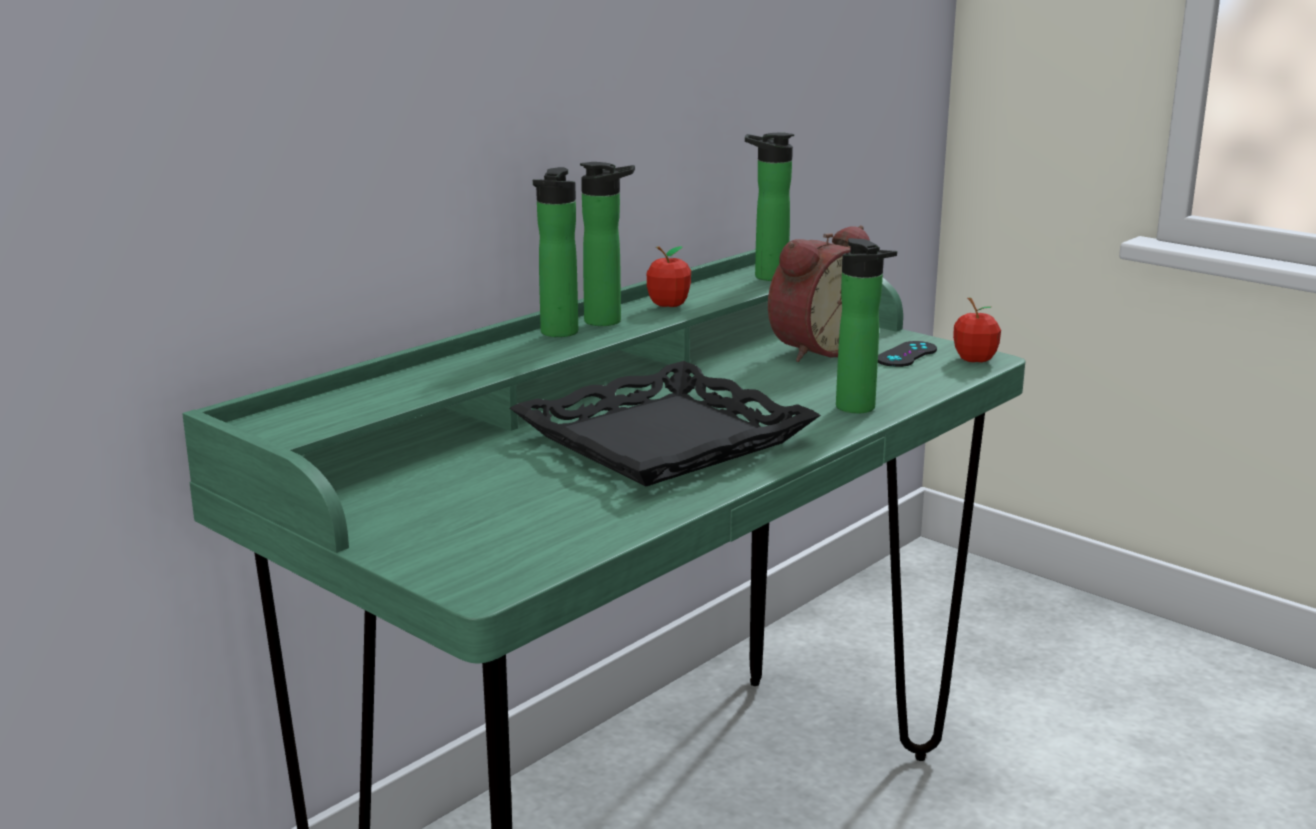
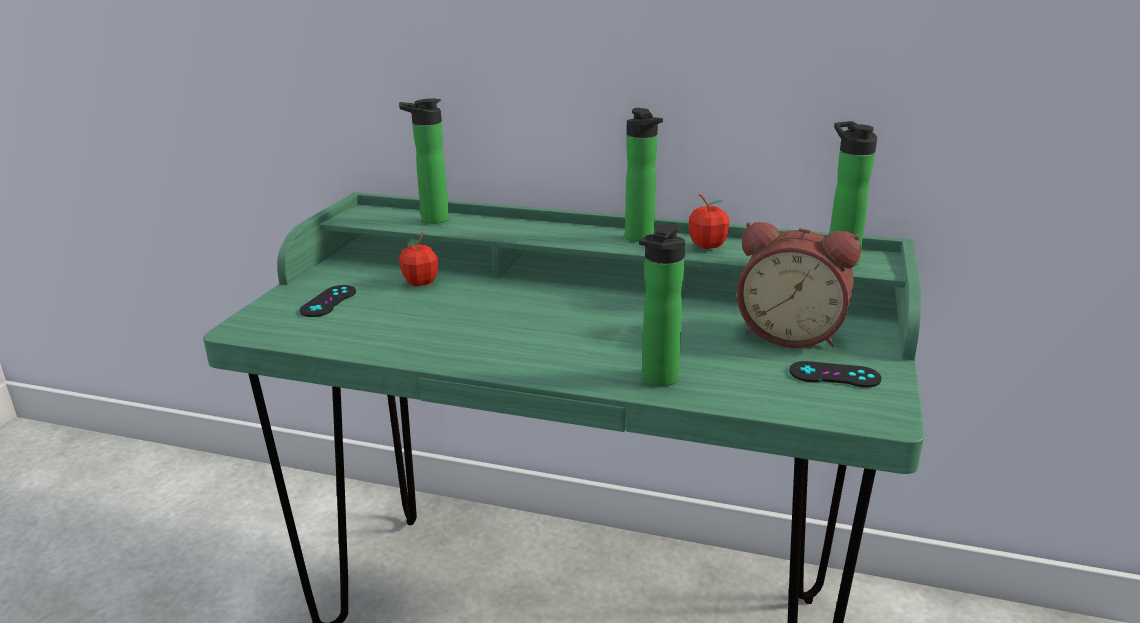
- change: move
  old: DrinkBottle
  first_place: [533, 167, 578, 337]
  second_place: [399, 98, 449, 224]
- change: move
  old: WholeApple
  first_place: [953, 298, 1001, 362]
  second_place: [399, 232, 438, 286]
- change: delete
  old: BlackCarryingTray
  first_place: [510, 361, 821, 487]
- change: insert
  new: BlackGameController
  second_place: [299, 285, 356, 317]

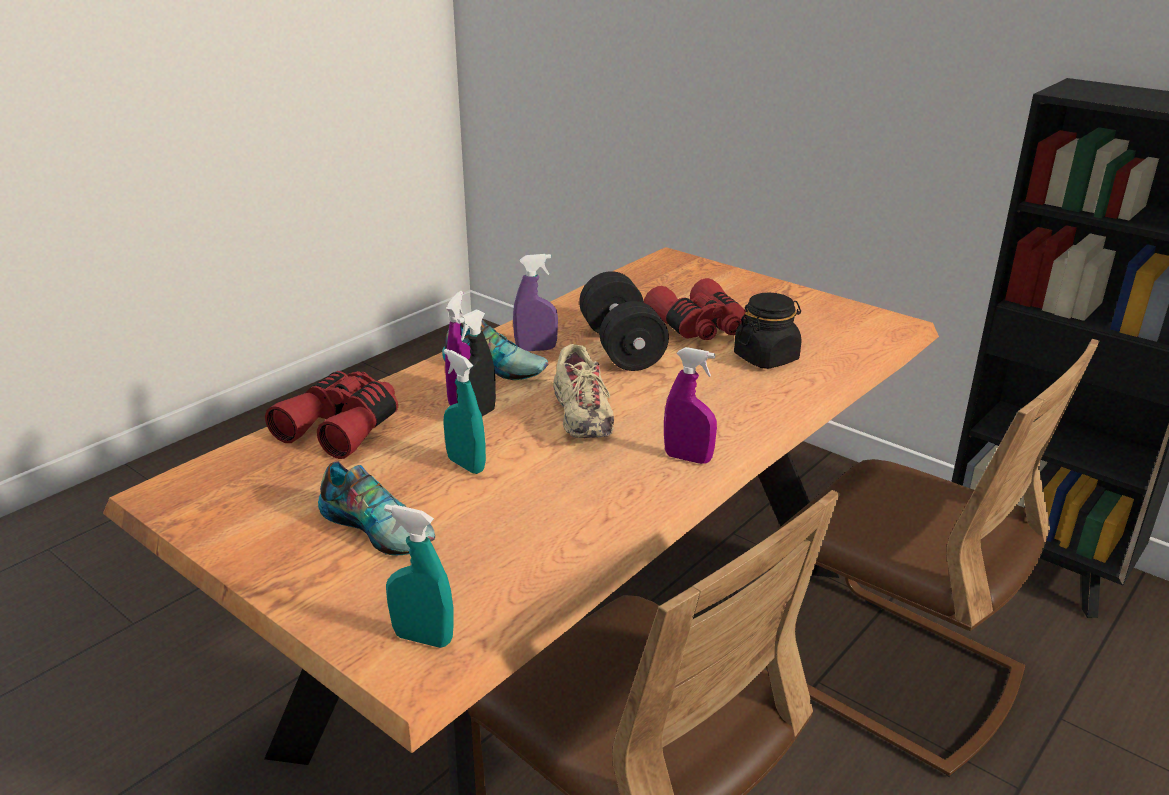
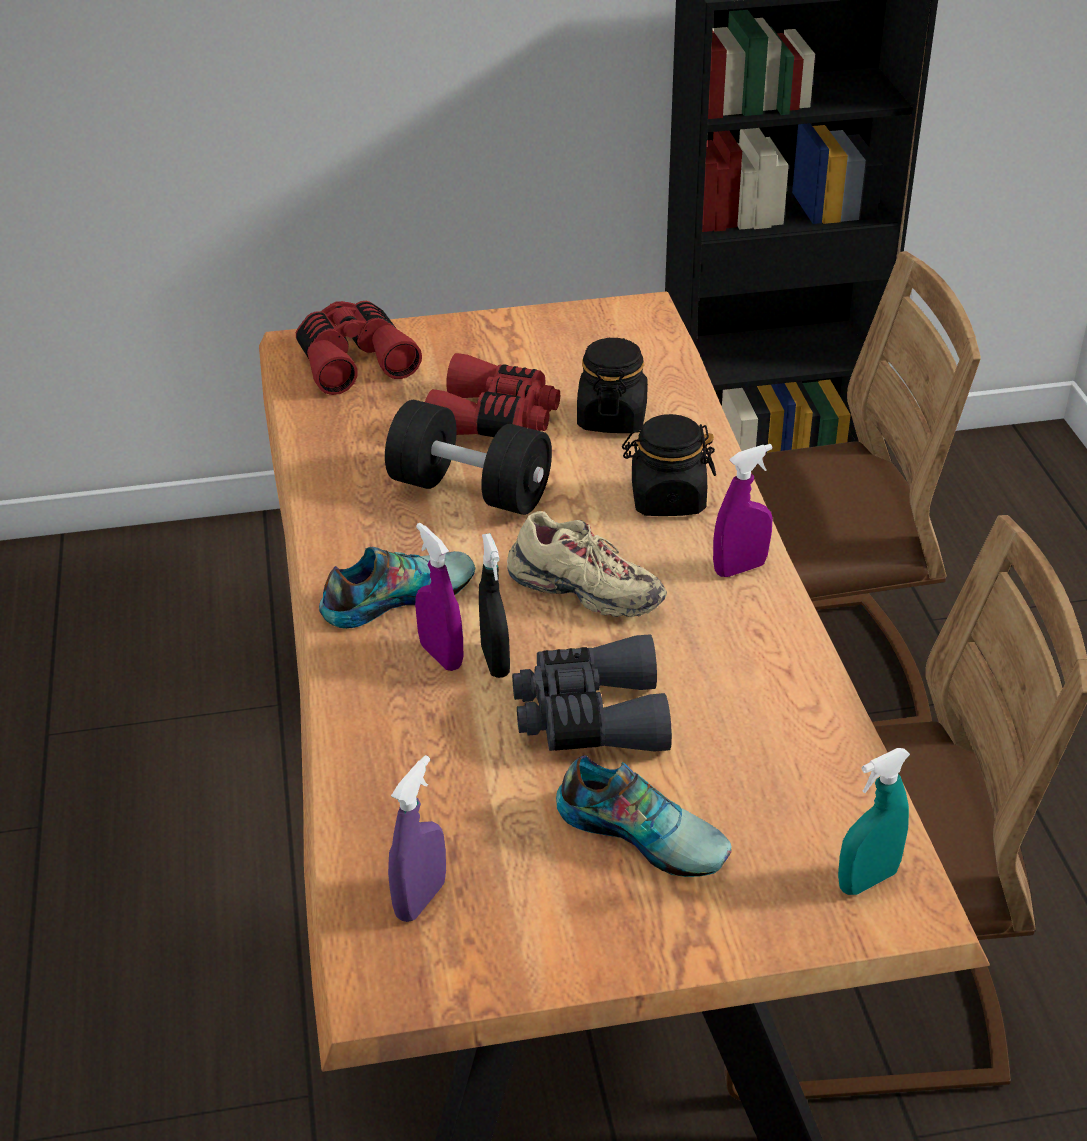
- change: move
  old: PurplishHandSprayer
  first_place: [513, 254, 558, 351]
  second_place: [388, 755, 446, 922]
- change: replace
  old: BlueGreenHandSprayer
  new: GreyishPairOfBinoculars
  first_place: [443, 349, 486, 474]
  second_place: [512, 634, 672, 752]
- change: move
  old: RedPairOfBinoculars
  first_place: [265, 371, 398, 459]
  second_place: [296, 301, 422, 395]
- change: rotate
  old: Shoe
  first_place: [318, 461, 435, 556]
  second_place: [556, 755, 732, 877]
  degrees: 45
- change: insert
  new: BlackPreserveJar
  second_place: [622, 414, 716, 516]

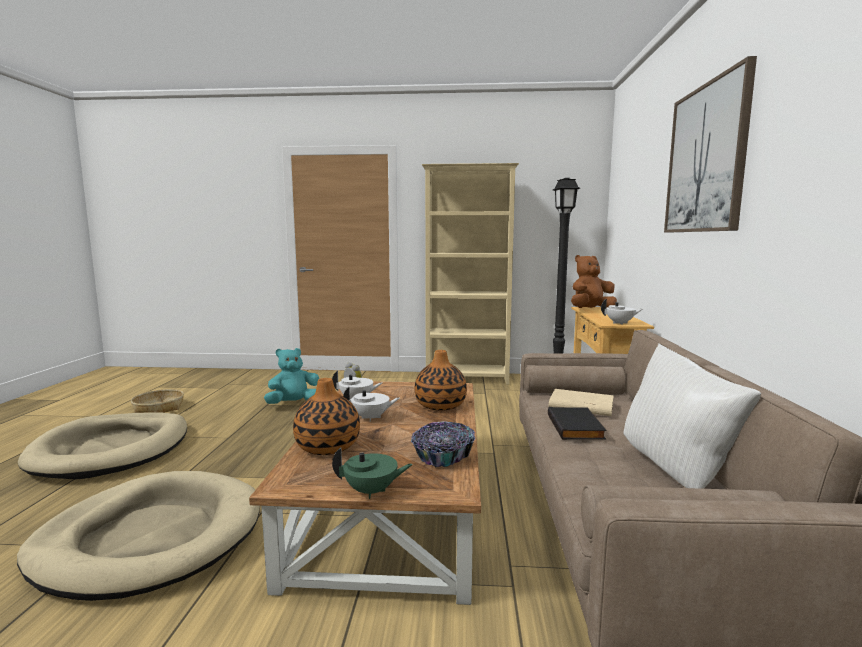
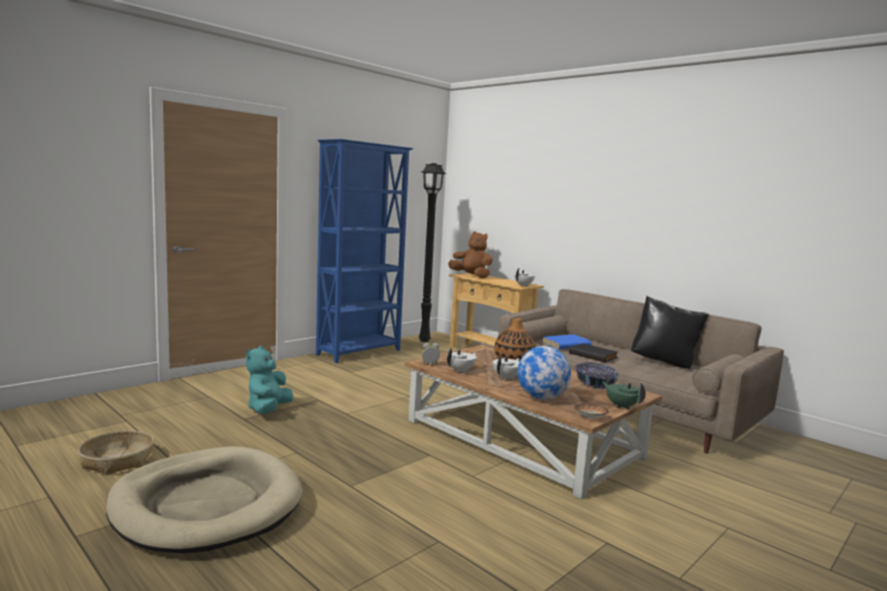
- change: delete
  old: WallPicture
  first_place: [664, 56, 757, 233]
- change: recolor
  old: SandColouredBookshelf
  new: BlueColouredBookshelf
  first_place: [422, 163, 519, 384]
  second_place: [316, 139, 413, 363]
- change: rotate
  old: BrownCuddlyToy
  first_place: [571, 255, 617, 308]
  second_place: [448, 231, 493, 278]
  degrees: 105
- change: recolor
  old: WhitishPillow
  new: BlackPillow
  first_place: [623, 343, 761, 489]
  second_place: [631, 296, 709, 369]
- change: replace
  old: Vase
  new: Globe
  first_place: [293, 378, 360, 455]
  second_place: [517, 346, 571, 400]
- change: recolor
  old: SandColouredBoundBook
  new: BlueColouredBoundBook
  first_place: [549, 389, 614, 416]
  second_place: [543, 334, 592, 349]
- change: rotate
  old: GreenishPotForTea
  first_place: [332, 447, 413, 499]
  second_place: [603, 382, 646, 409]
  degrees: -75
- change: delete
  old: SandColouredDogBed
  first_place: [17, 471, 260, 601]
- change: insert
  new: DeepDish
  second_place: [575, 404, 609, 419]

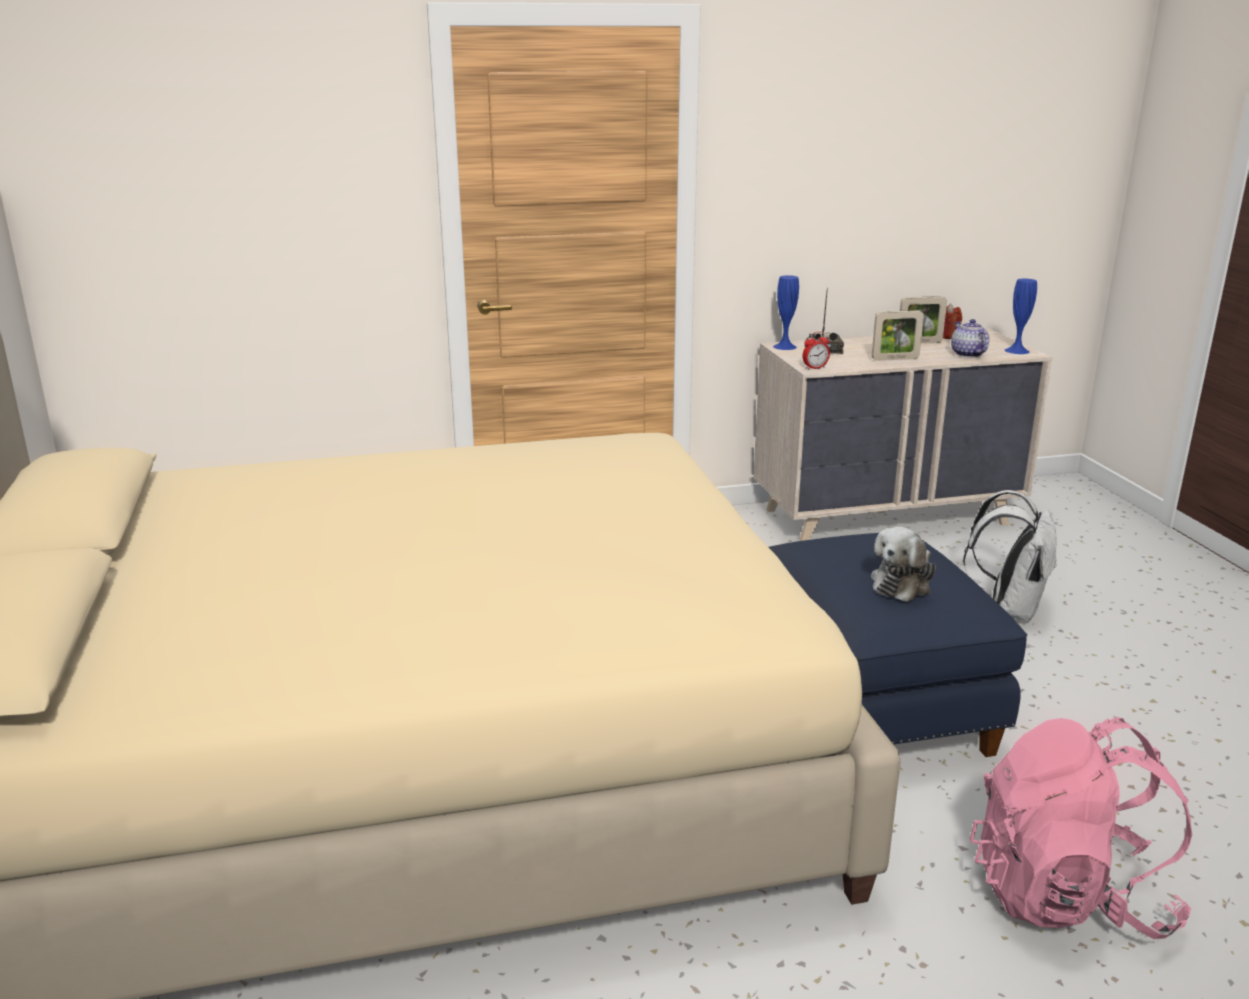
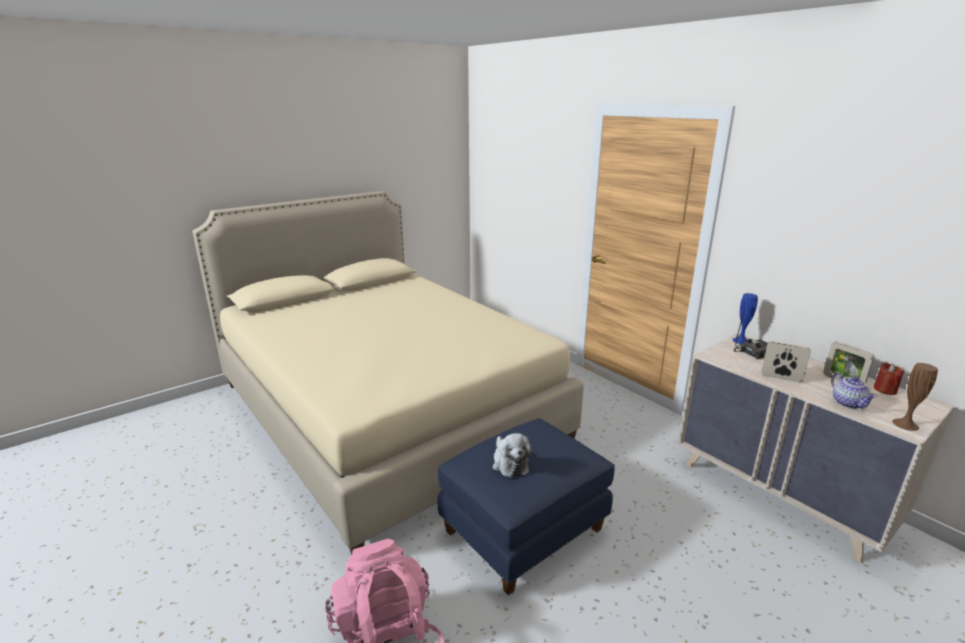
- change: recolor
  old: BlueColouredVase
  new: BrownVase
  first_place: [1005, 279, 1037, 354]
  second_place: [892, 363, 938, 431]
- change: rotate
  old: PictureFrame
  first_place: [872, 310, 924, 361]
  second_place: [761, 341, 811, 382]
  degrees: 150
- change: rotate
  old: PotForTea
  first_place: [951, 319, 989, 358]
  second_place: [831, 372, 877, 409]
  degrees: 120
- change: delete
  old: TableClock
  first_place: [802, 332, 830, 370]
- change: delete
  old: WhitishKnapsack
  first_place: [963, 490, 1057, 622]
- change: rotate
  old: CuddlyToy
  first_place: [871, 527, 936, 602]
  second_place: [493, 433, 533, 478]
  degrees: -120

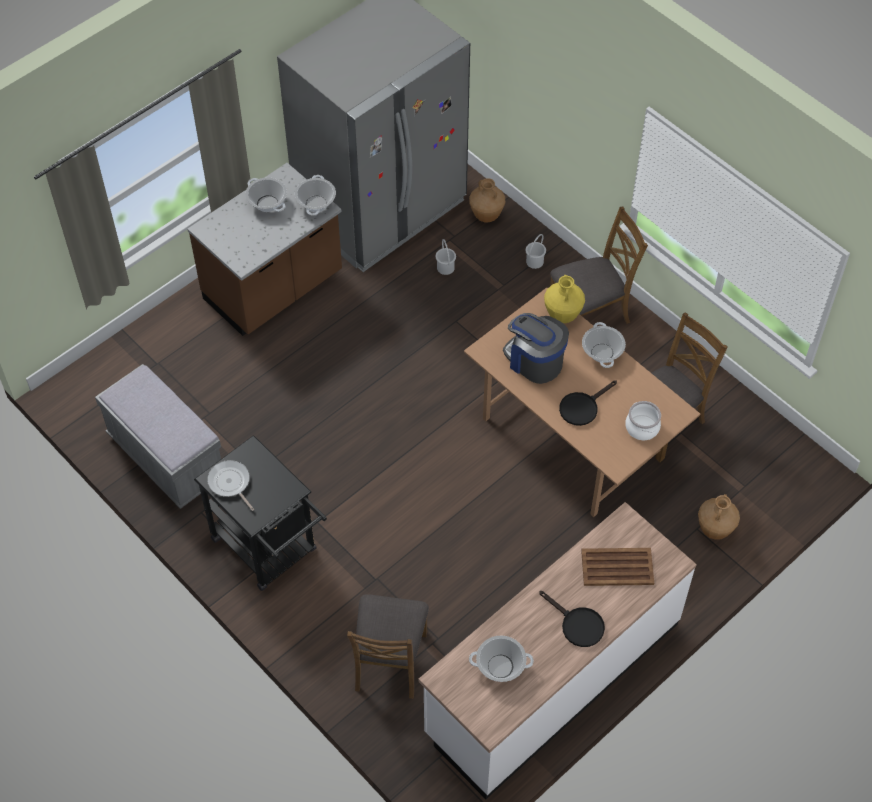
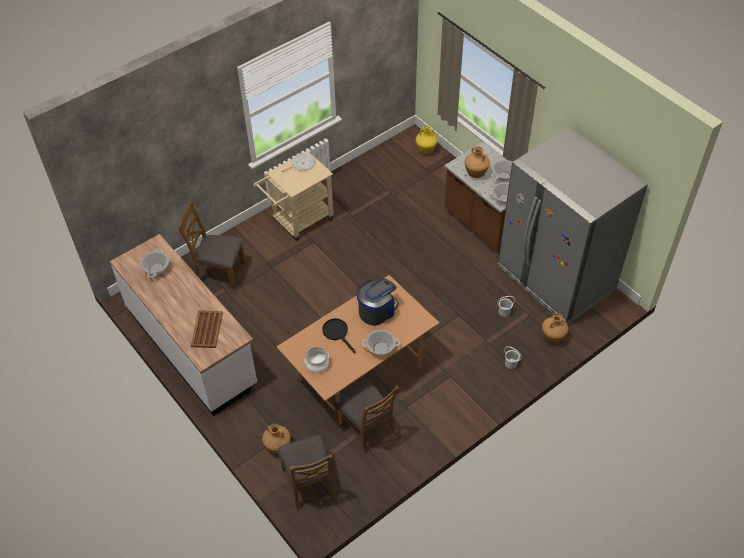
- change: move
  old: BrownUprightChair
  first_place: [550, 207, 648, 324]
  second_place: [278, 435, 335, 510]
- change: move
  old: YellowVase
  first_place: [544, 275, 585, 323]
  second_place: [416, 126, 438, 154]
- change: delete
  old: GreyishBench
  first_place: [95, 364, 221, 509]
- change: recolor
  old: BlackCart
  new: SandColouredCart
  first_place: [194, 435, 327, 591]
  second_place: [254, 151, 334, 241]
- change: delete
  old: BlackPan
  first_place: [540, 591, 605, 647]
- change: insert
  new: BrownVase
  second_place: [465, 146, 490, 178]

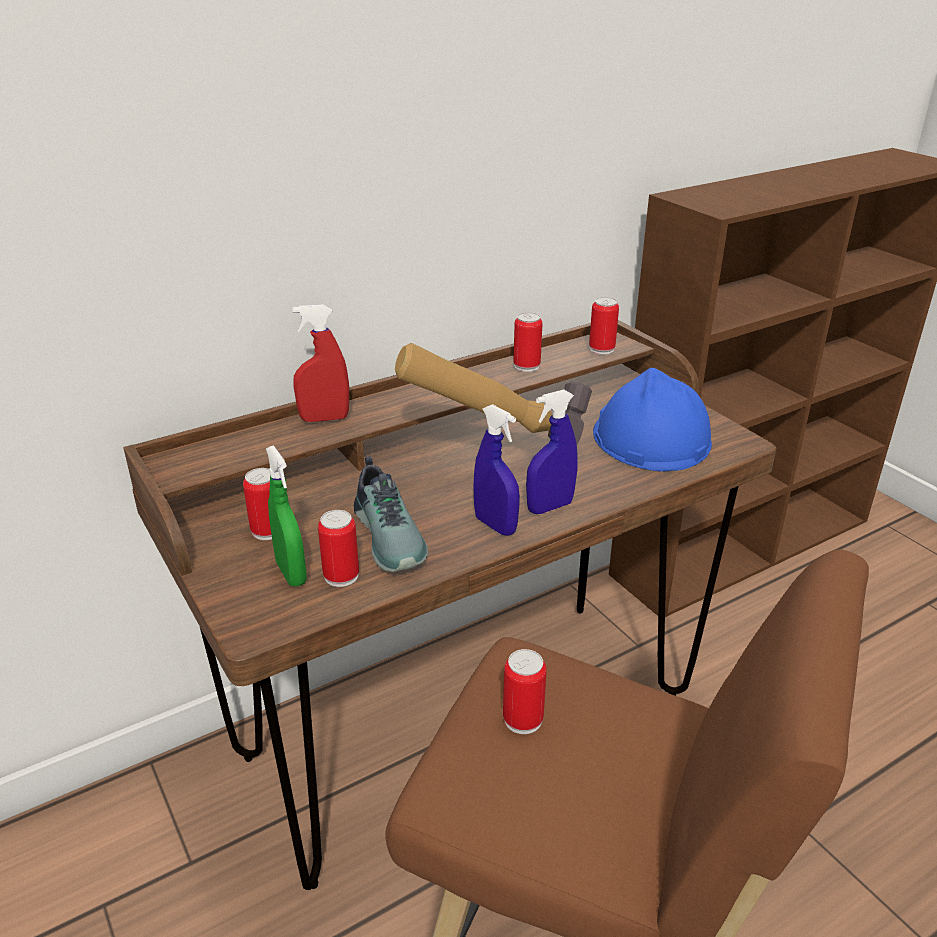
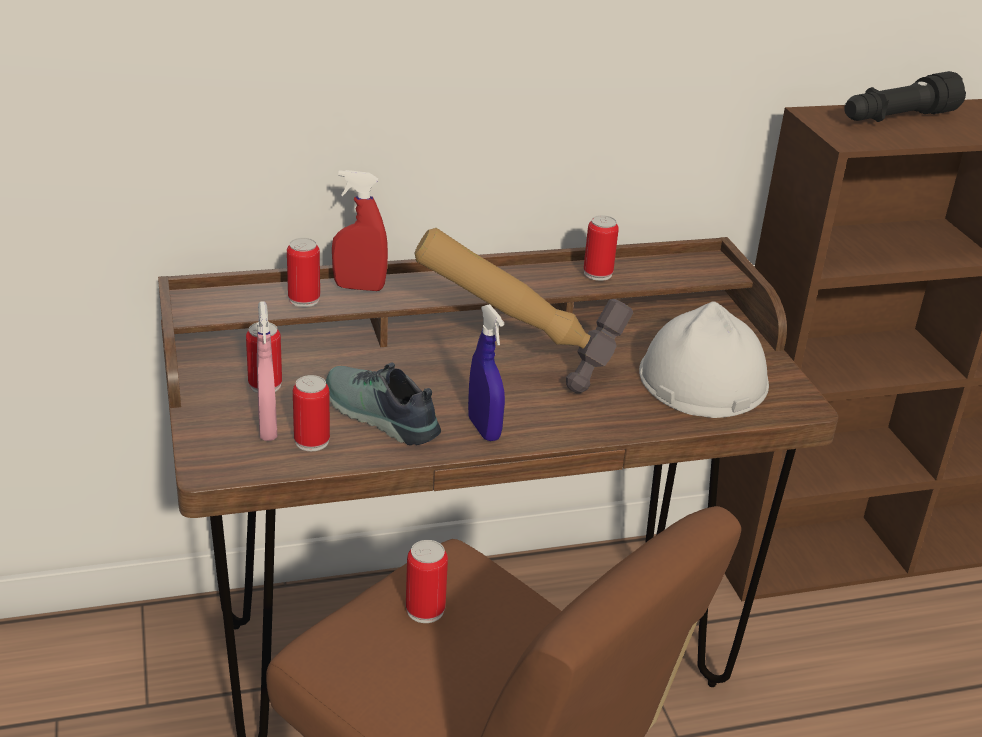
- change: move
  old: SealedCan
  first_place: [589, 297, 619, 355]
  second_place: [287, 238, 320, 307]
- change: recolor
  old: BlueColouredWorkHelmet
  new: WhitishWorkHelmet
  first_place: [593, 368, 712, 472]
  second_place: [639, 301, 769, 418]
- change: delete
  old: BlueColouredHandSprayer
  first_place: [526, 389, 578, 514]
- change: recolor
  old: GreenishHandSprayer
  new: PinkHandSprayer
  first_place: [266, 445, 307, 587]
  second_place: [257, 301, 277, 441]
- change: rotate
  old: Shoe
  first_place: [354, 456, 428, 572]
  second_place: [325, 362, 441, 445]
  degrees: 135
- change: insert
  new: BlackTorch
  second_place: [844, 71, 966, 122]

